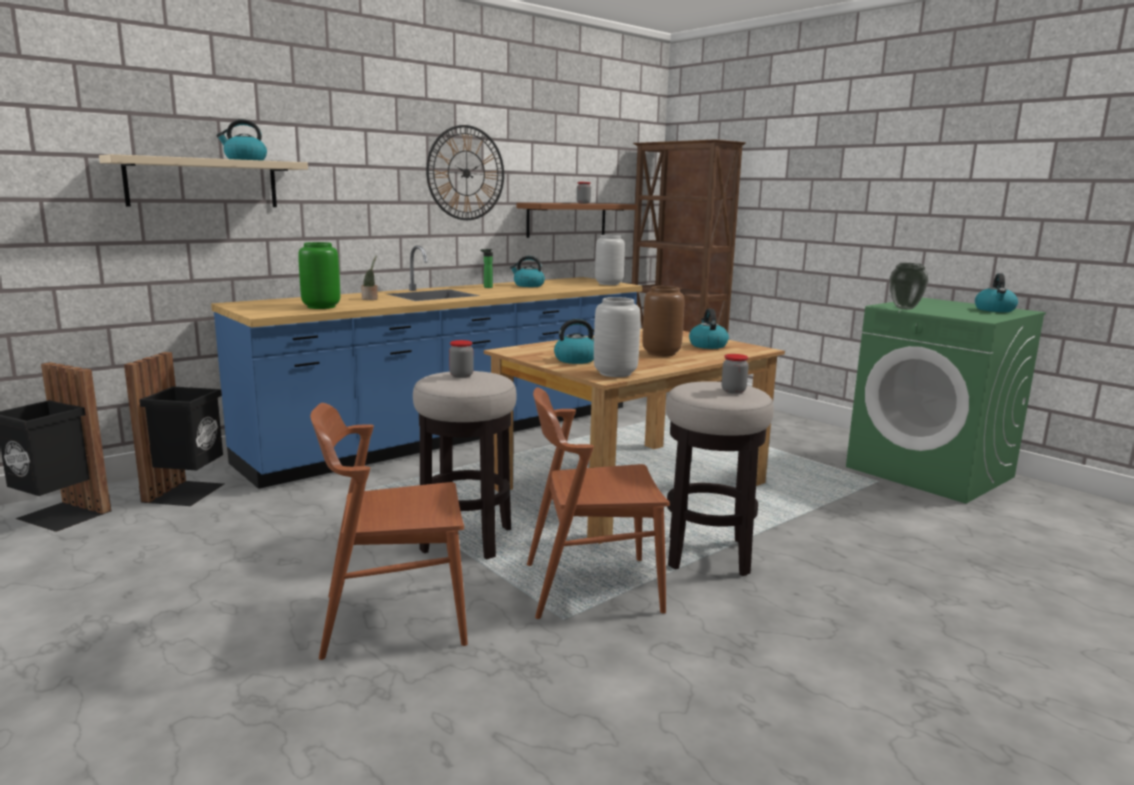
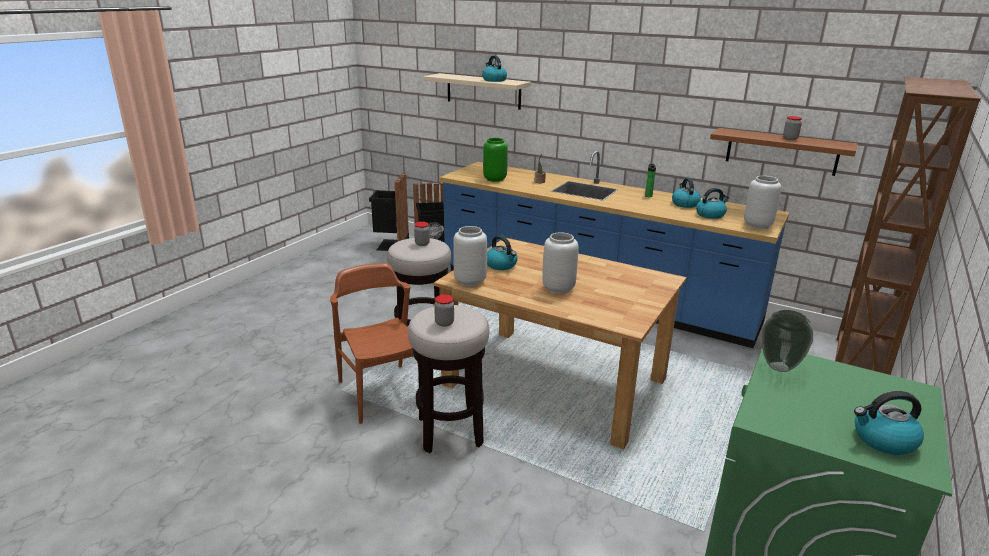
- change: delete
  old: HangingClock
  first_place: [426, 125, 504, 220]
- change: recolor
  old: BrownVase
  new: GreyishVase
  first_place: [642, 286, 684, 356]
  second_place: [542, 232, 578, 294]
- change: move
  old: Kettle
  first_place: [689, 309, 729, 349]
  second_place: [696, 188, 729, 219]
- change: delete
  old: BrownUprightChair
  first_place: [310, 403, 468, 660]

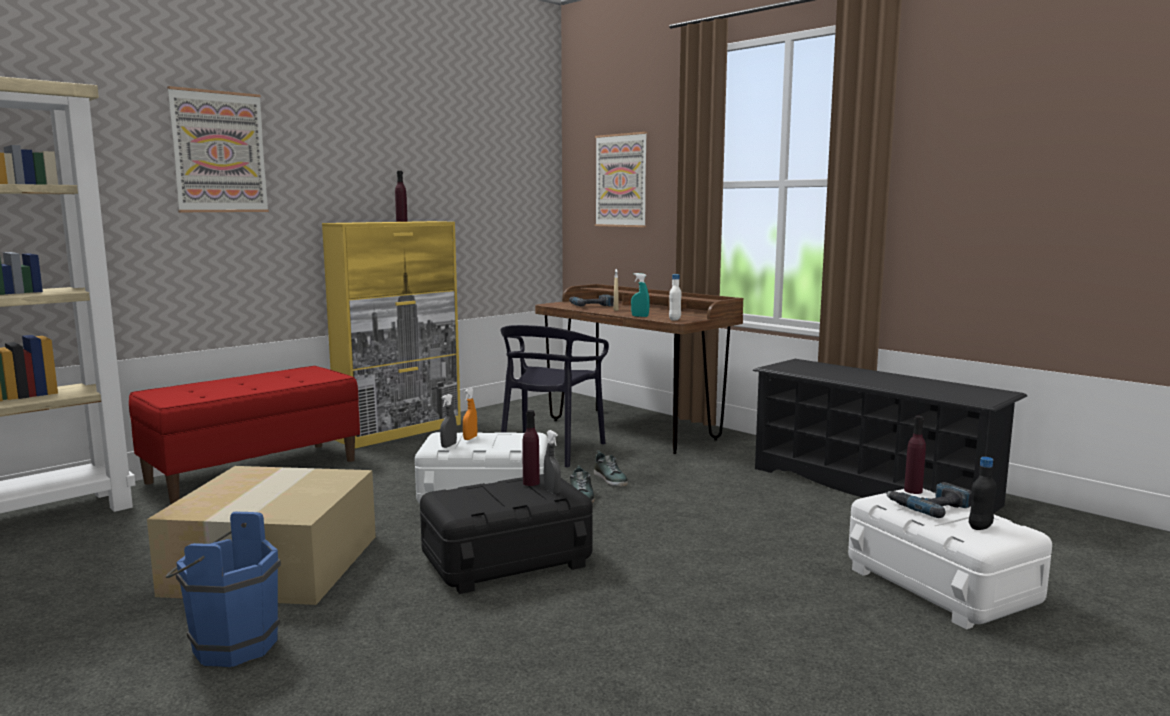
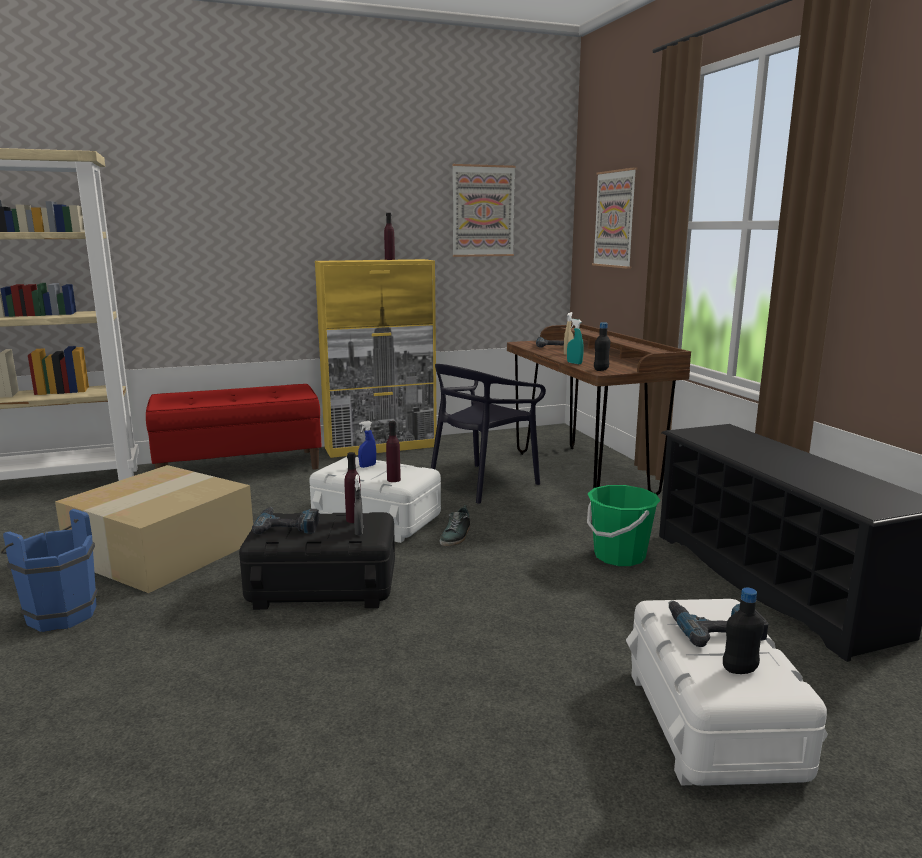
- change: move
  old: WallPicture
  first_place: [167, 86, 269, 212]
  second_place: [452, 164, 515, 257]
- change: recolor
  old: WhitishDrinkBottle
  new: BlackDrinkBottle
  first_place: [669, 274, 681, 321]
  second_place: [594, 322, 610, 371]
- change: recolor
  old: OrangeyHandSprayer
  new: BlueColouredHandSprayer
  first_place: [463, 388, 477, 440]
  second_place: [358, 421, 376, 468]
- change: delete
  old: GreyishHandSprayer
  first_place: [440, 394, 457, 448]
- change: move
  old: PurplishDrinkBottle
  first_place: [904, 416, 926, 494]
  second_place: [386, 421, 401, 482]
- change: delete
  old: Shoe
  first_place: [594, 450, 628, 487]
- change: insert
  new: GreenishWaterBucket
  second_place: [587, 485, 661, 566]
- change: insert
  new: Drill
  second_place: [252, 507, 319, 534]

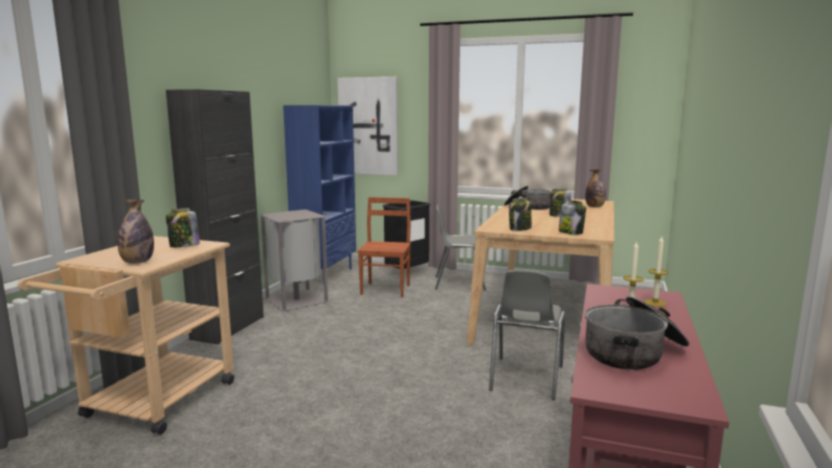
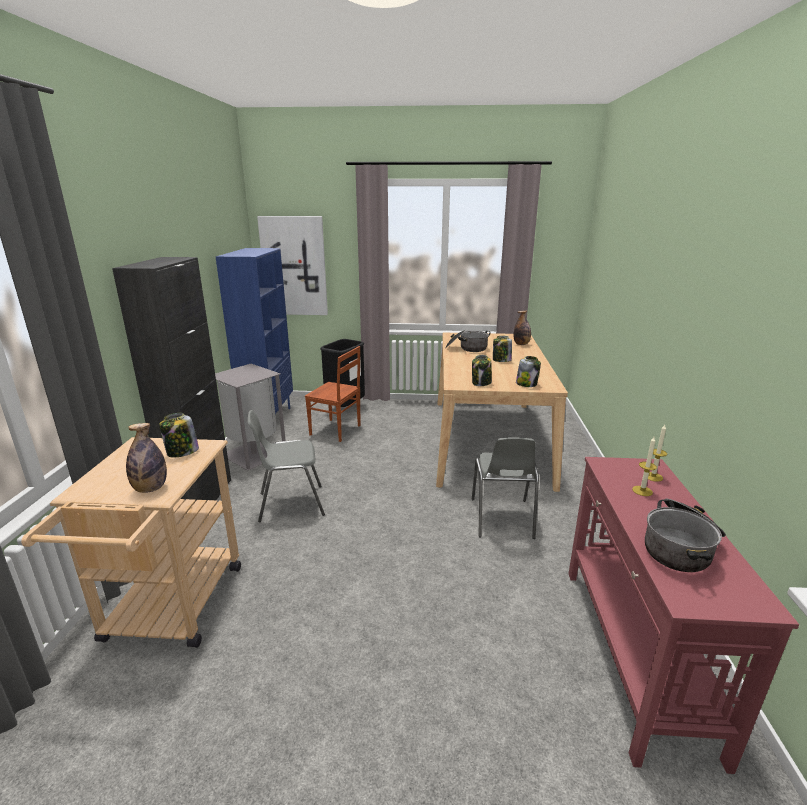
- change: rotate
  old: BrownUprightChair
  first_place: [358, 197, 411, 297]
  second_place: [305, 346, 360, 442]
  degrees: 120
- change: move
  old: GreyishUprightChair
  first_place: [435, 205, 486, 291]
  second_place: [248, 410, 325, 522]

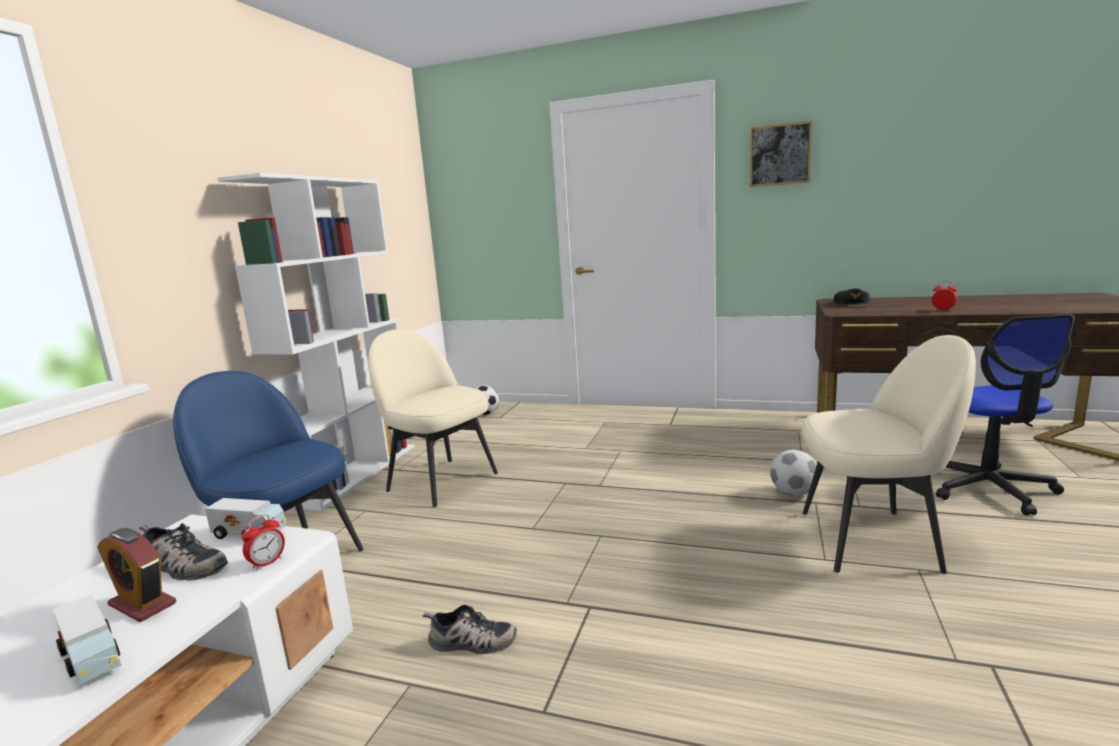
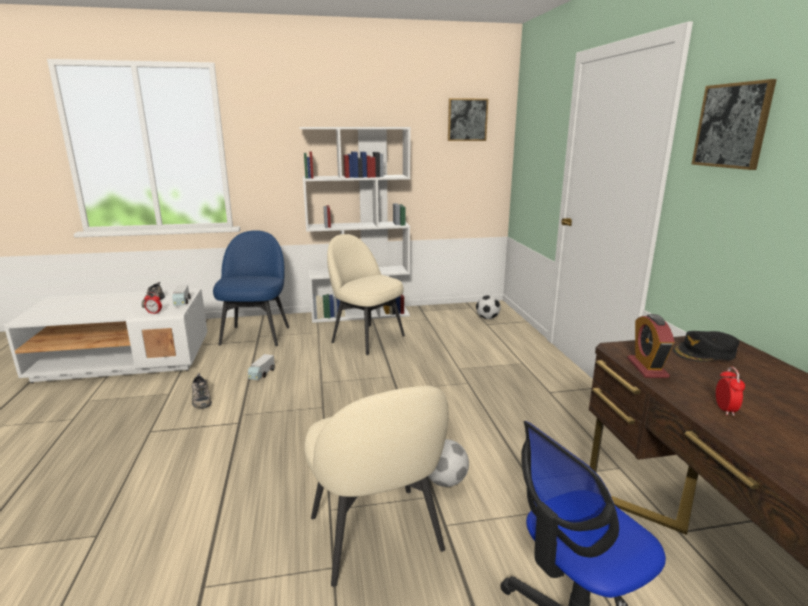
- change: rotate
  old: SandColouredUprightChair
  first_place: [368, 329, 498, 507]
  second_place: [327, 234, 405, 355]
  degrees: -60
- change: move
  old: TableClock
  first_place: [97, 528, 176, 622]
  second_place: [627, 314, 675, 378]
- change: move
  old: ToyLorry
  first_place: [53, 594, 121, 685]
  second_place: [248, 354, 275, 380]
- change: insert
  new: WallPicture
  second_place: [448, 98, 488, 141]

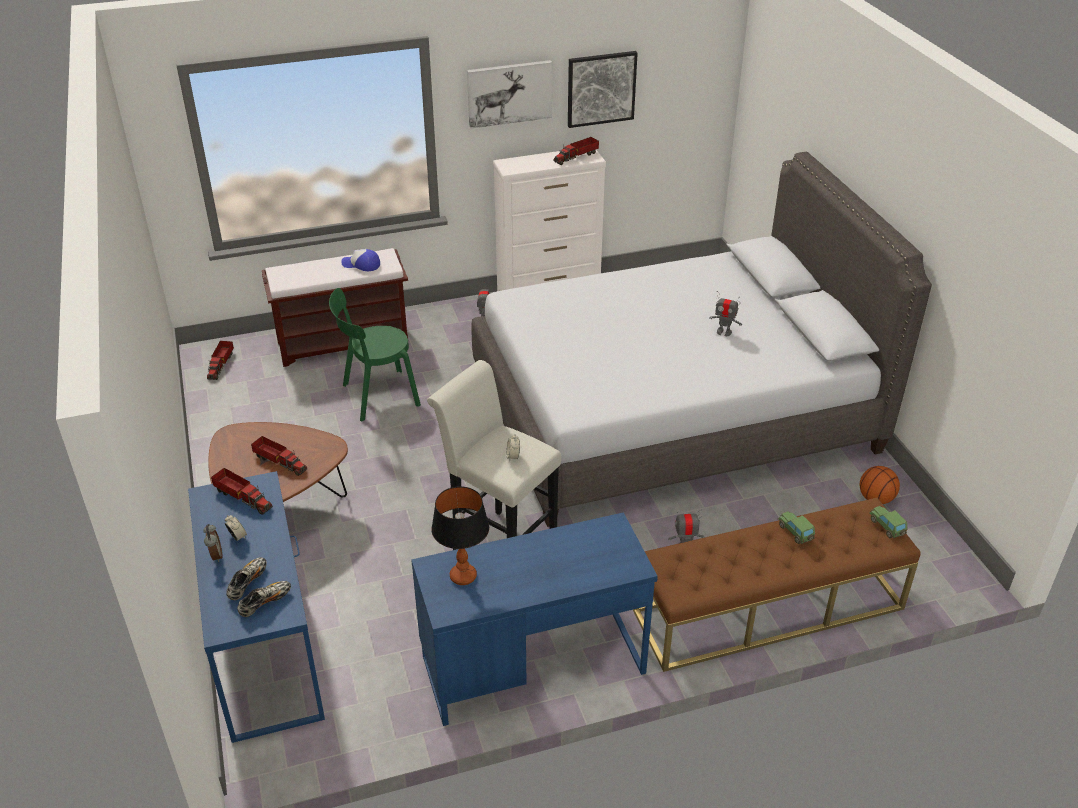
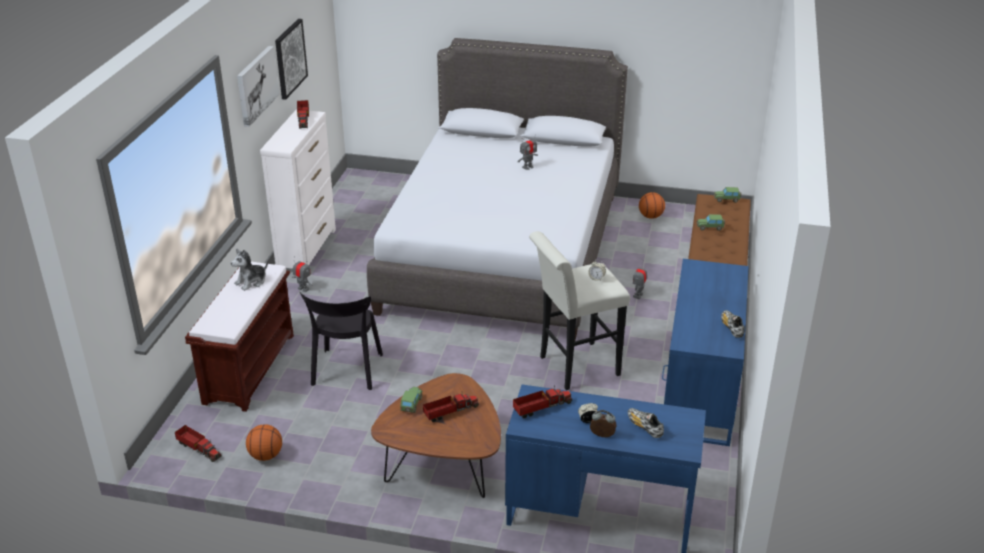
- change: replace
  old: Cap
  new: CuddlyToy
  first_place: [341, 249, 380, 271]
  second_place: [231, 248, 268, 291]
- change: recolor
  old: GreenishUprightChair
  new: BlackUprightChair
  first_place: [329, 288, 421, 421]
  second_place: [300, 292, 383, 390]
- change: delete
  old: TableLamp
  first_place: [431, 486, 489, 585]
- change: move
  old: Shoe
  first_place: [237, 581, 291, 617]
  second_place: [721, 310, 745, 338]
- change: insert
  new: MiniatureCar
  second_place: [400, 387, 423, 413]
- change: insert
  new: Basketball
  second_place: [246, 424, 282, 461]

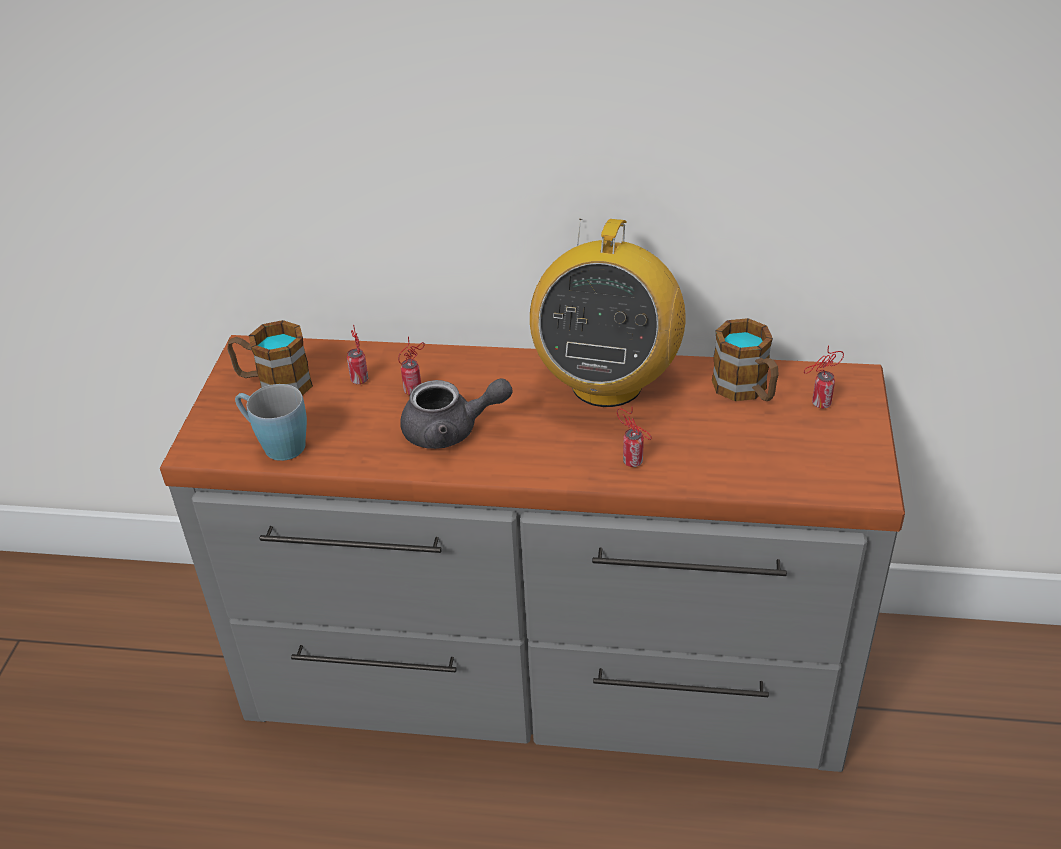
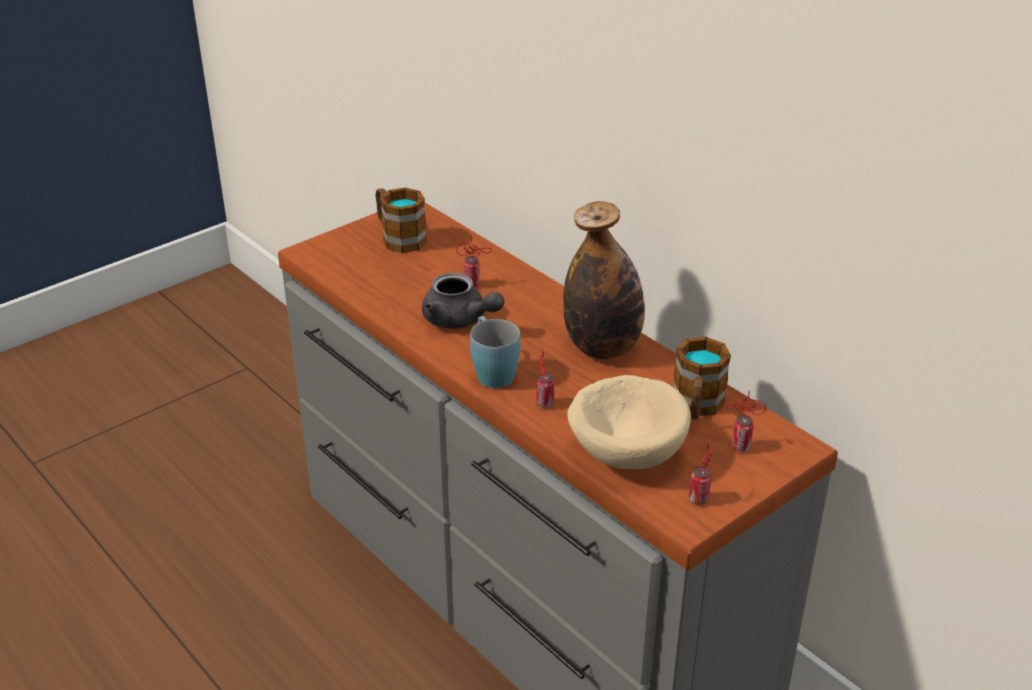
- change: replace
  old: Radio
  new: DrinkBottle
  first_place: [530, 219, 686, 407]
  second_place: [563, 201, 645, 359]
- change: move
  old: SealedCan
  first_place: [347, 325, 368, 384]
  second_place: [689, 444, 713, 505]
- change: move
  old: BlueColouredCoffeeMug
  first_place: [235, 384, 307, 461]
  second_place: [470, 316, 521, 388]
- change: insert
  new: SandColouredDeepDish
  second_place: [567, 375, 691, 469]

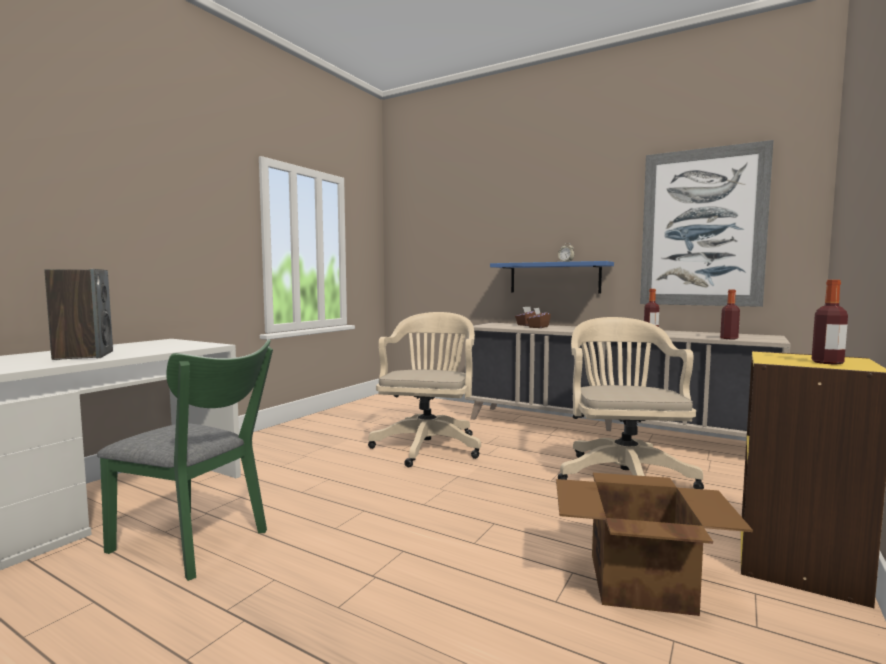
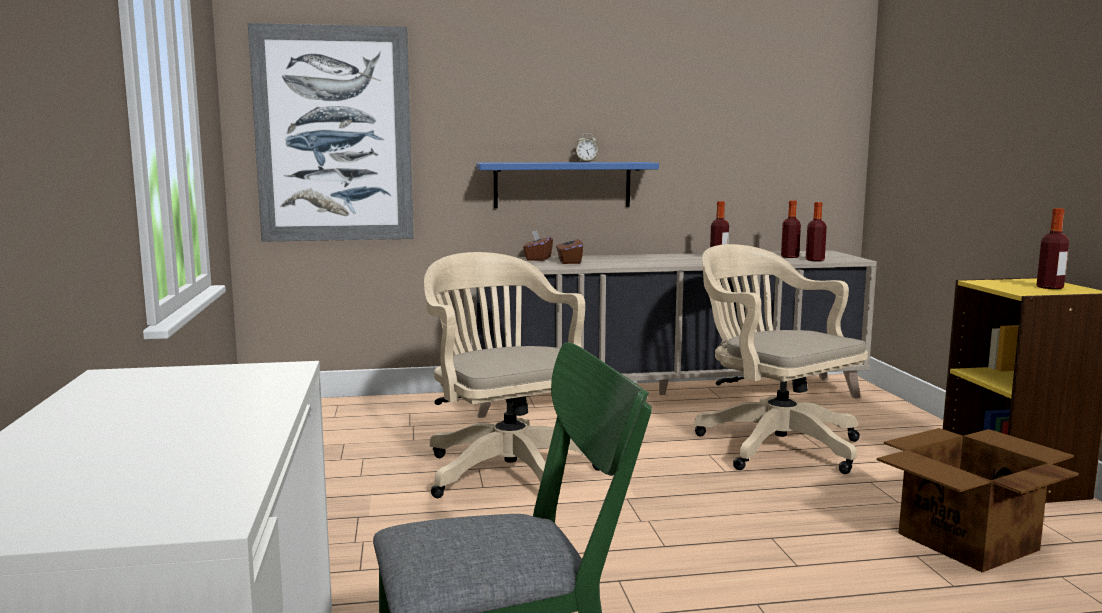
- change: move
  old: WallPicture
  first_place: [640, 140, 773, 307]
  second_place: [248, 23, 414, 242]
- change: delete
  old: Speaker
  first_place: [45, 269, 113, 360]
- change: insert
  new: DrinkBottle
  second_place: [781, 200, 801, 258]

